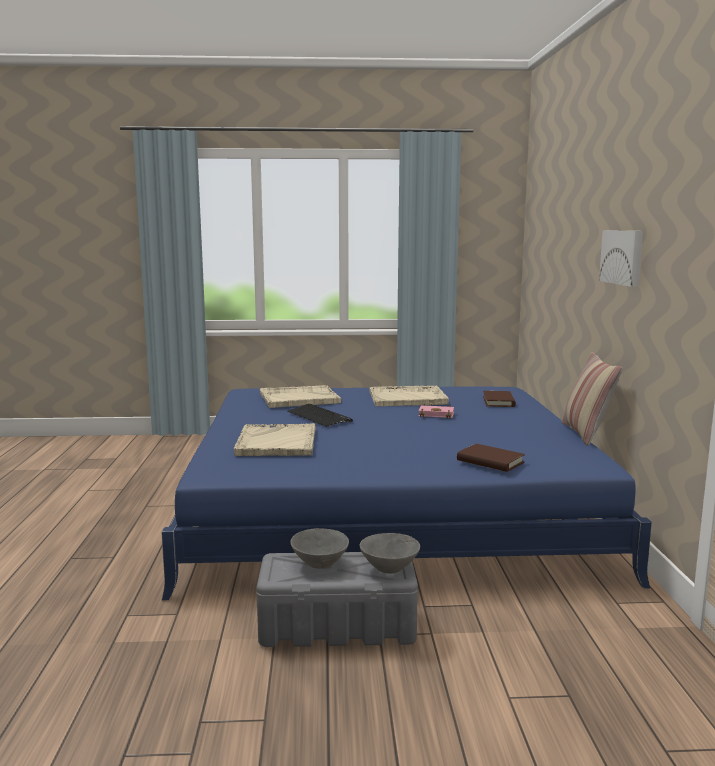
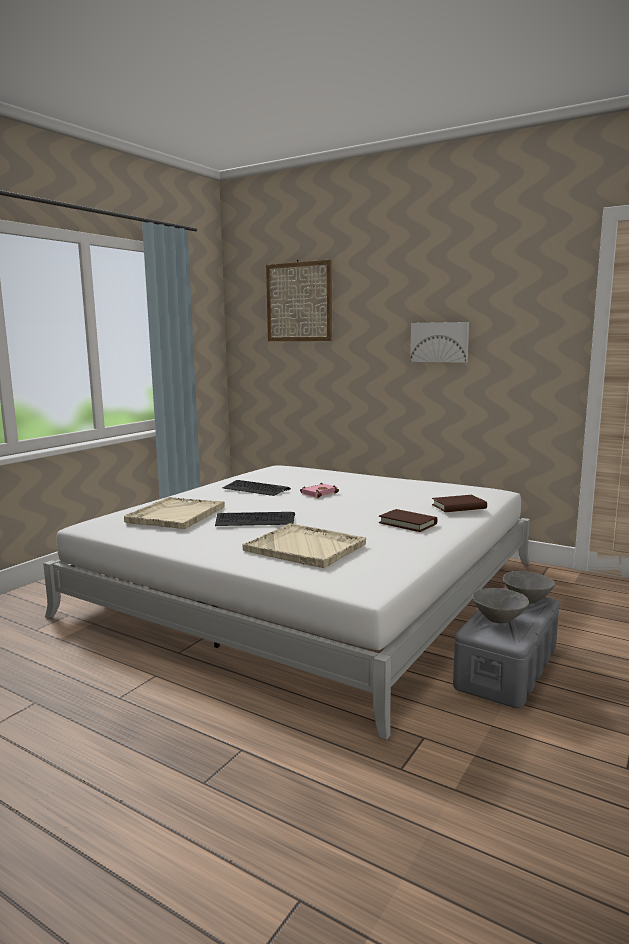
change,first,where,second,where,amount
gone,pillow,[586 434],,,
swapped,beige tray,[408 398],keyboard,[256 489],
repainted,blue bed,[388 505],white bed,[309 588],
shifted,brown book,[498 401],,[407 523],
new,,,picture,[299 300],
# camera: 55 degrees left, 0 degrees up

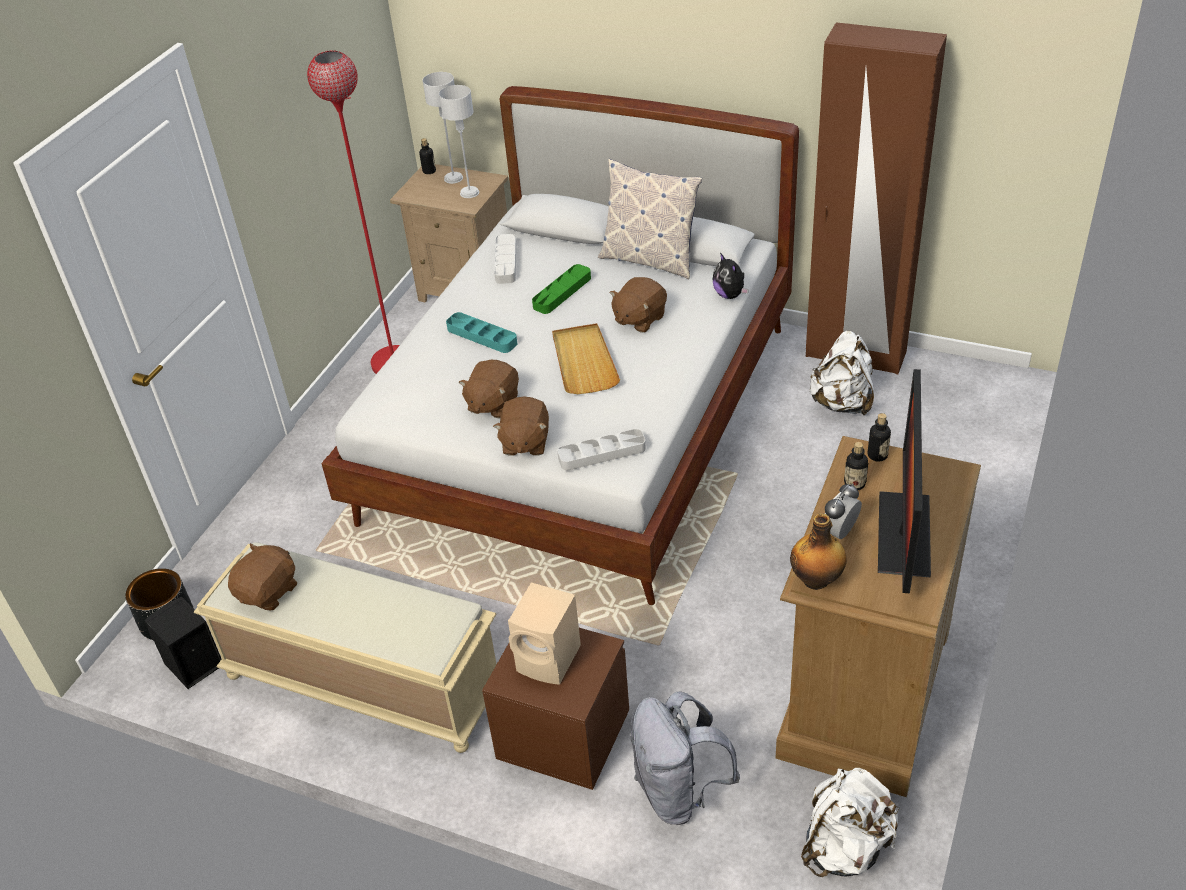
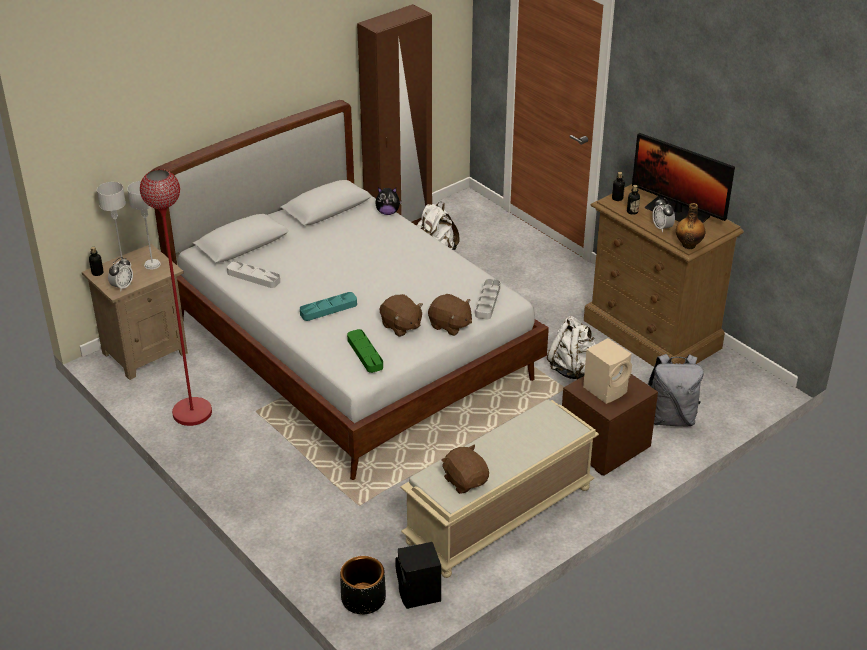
change,first,where,second,where,amount
gone,pillow,[650 260],,,
shifted,green tray,[562 292],,[365 353],
gone,brown plush toy,[639 319],,,
gone,beige tray,[584 361],,,
shifted,white backpack,[845 848],,[573 369],
new,,,alarm clock,[122 286],
# camera: 65 degrees left, 5 degrees down

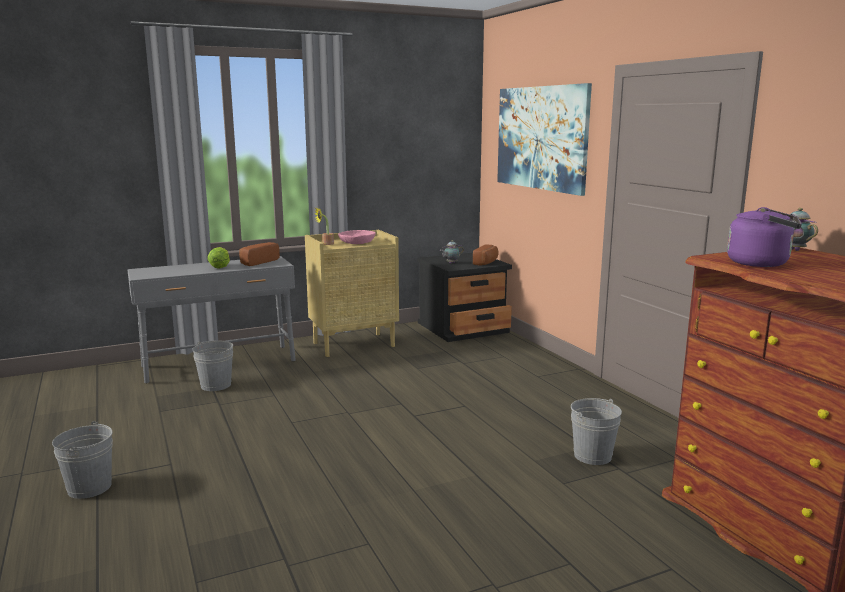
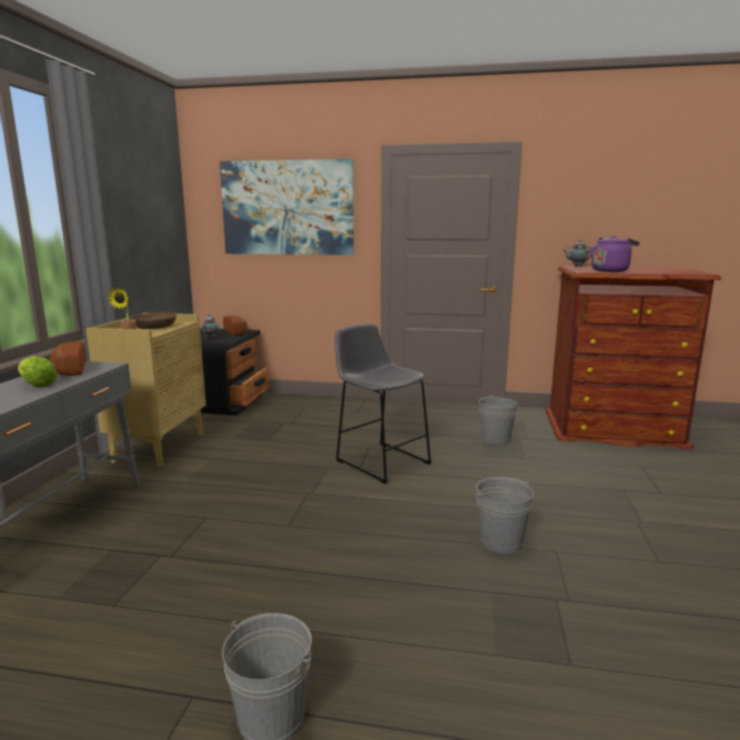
change,first,where,second,where,amount
repainted,pink bowl,[357 242],brown bowl,[153 327],
shifted,grey bucket,[216 385],,[501 541],
new,,,grey stool,[380 460],
# camera: 55 degrees left, 0 degrees up

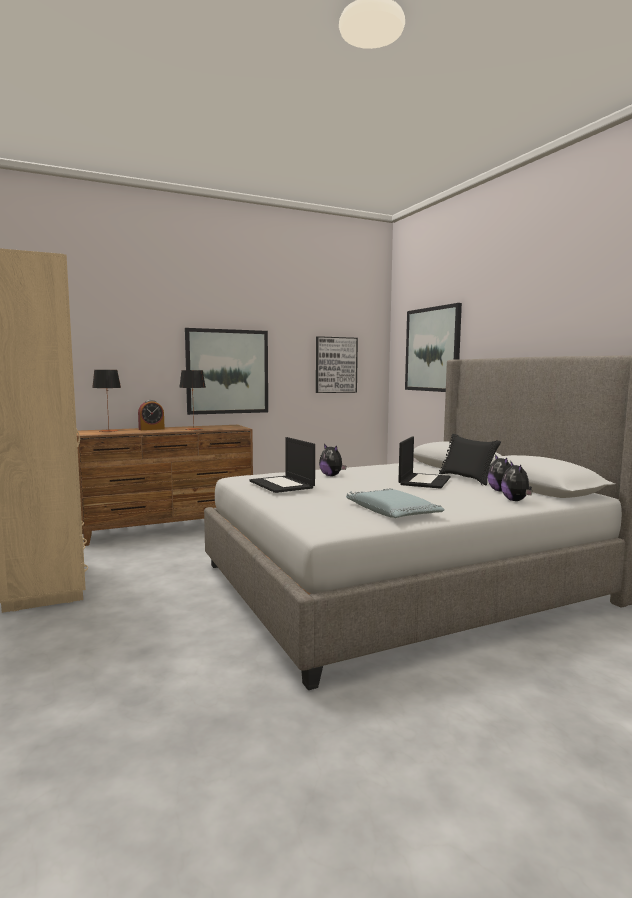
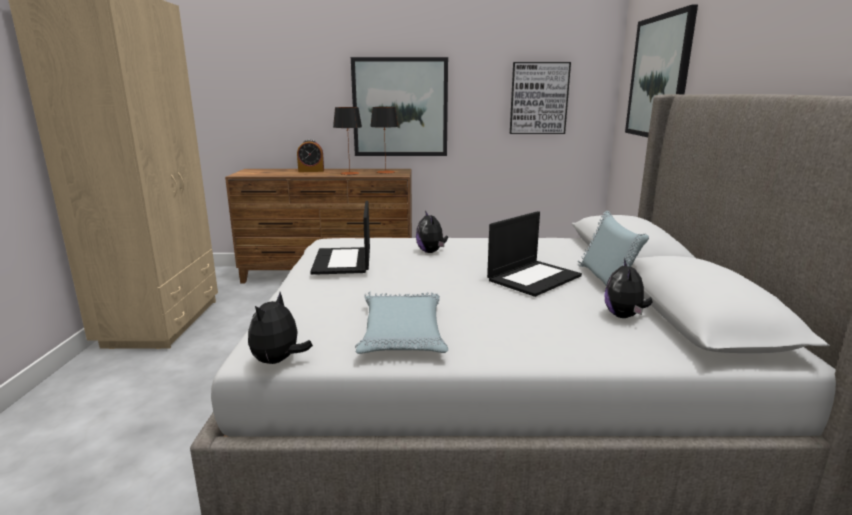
change,first,where,second,where,amount
shifted,table lamp,[108 431],,[385 172],
repainted,black pillow,[467 479],blue pillow,[606 281],
shifted,plush toy,[516 500],,[278 361],
# camera: 25 degrees right, 10 degrees up

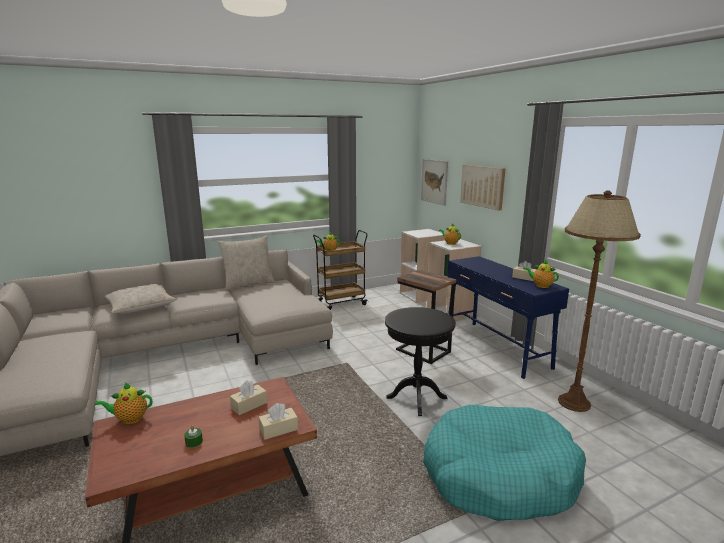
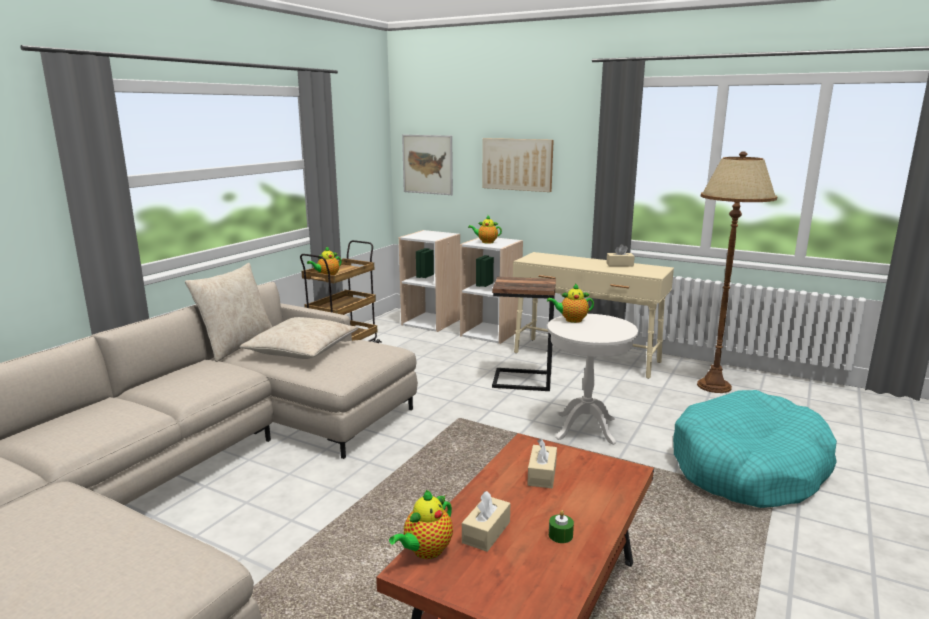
change,first,where,second,where,amount
repainted,blue console table,[495 348],beige console table,[586 358],
shifted,teapot,[540 285],,[571 320],
shifted,beige pillow,[140 306],,[301 349],
repainted,black side table,[416 398],white side table,[585 428],
shifted,beige tissue box,[278 429],,[486 532],
# camera: 35 degrees left, 0 degrees up

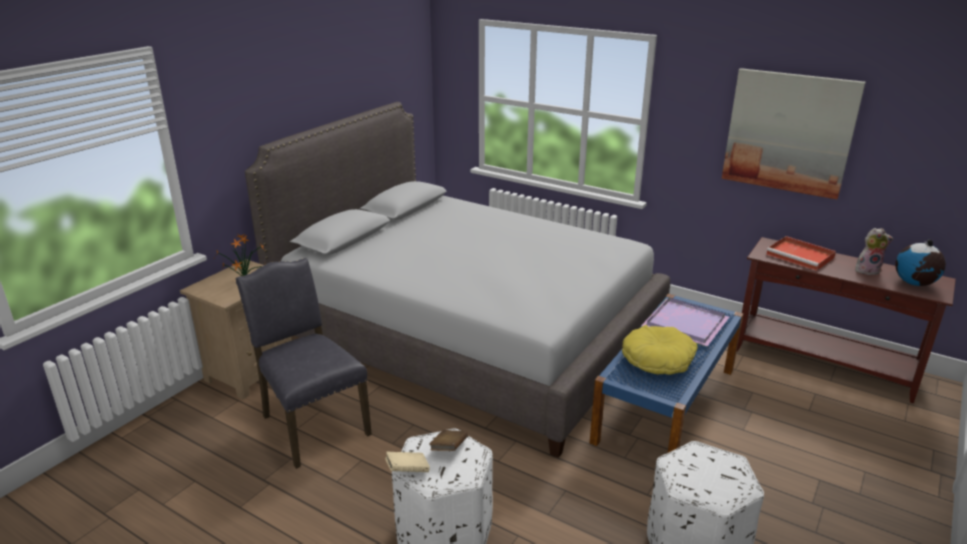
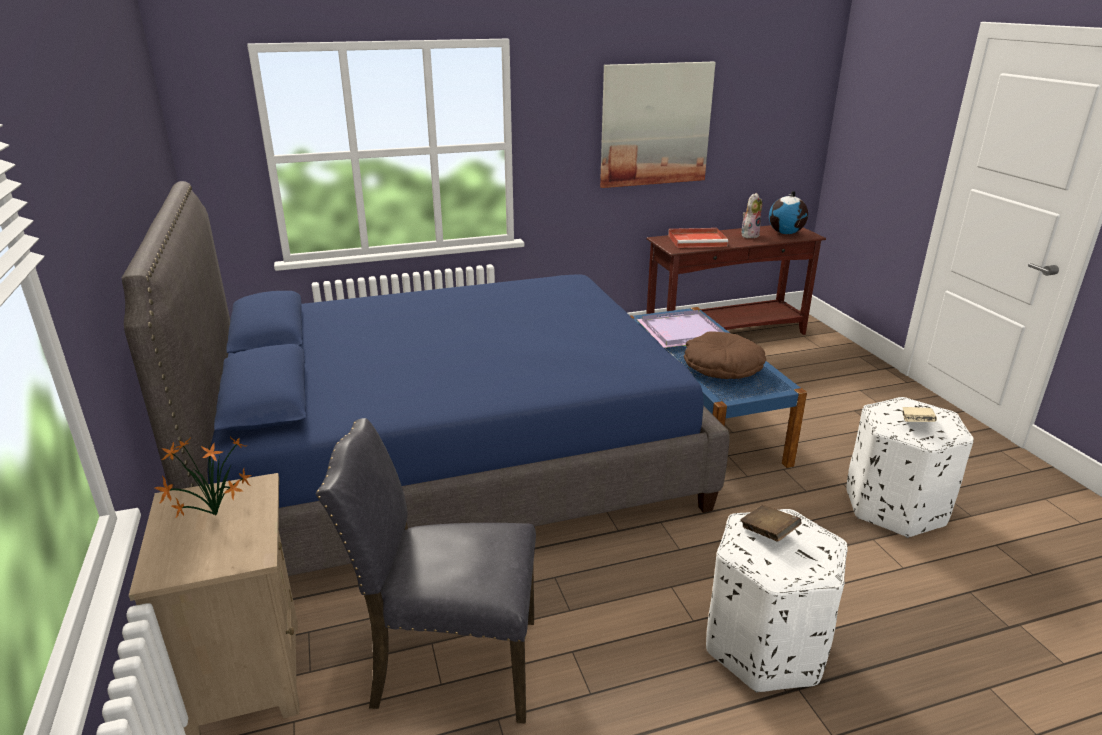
change,first,where,second,where,amount
repainted,grey bed,[468 336],blue bed,[449 462],
repainted,yellow pillow,[656 359],brown pillow,[721 367],
shifted,beige book,[407 470],,[916 424],
# camera: 50 degrees left, 0 degrees up

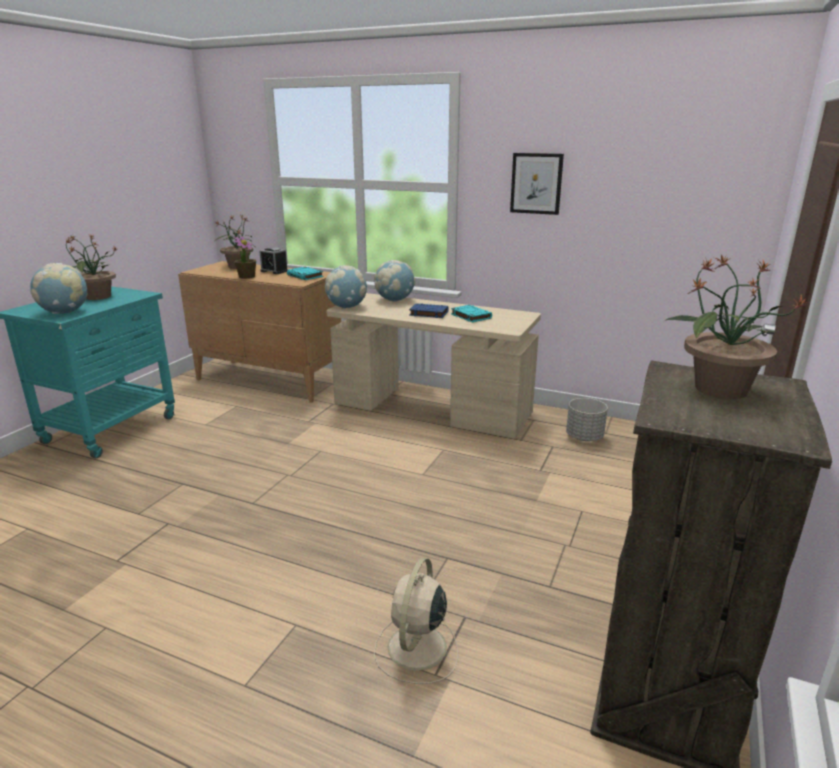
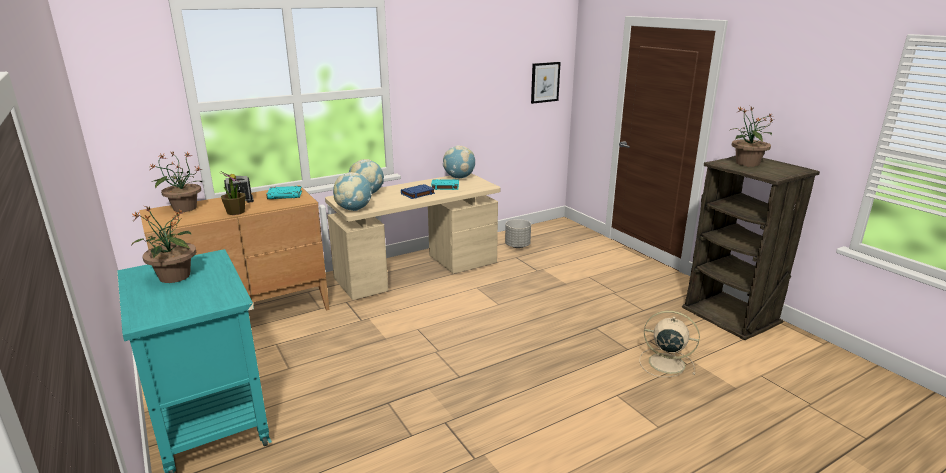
change,first,where,second,where,amount
shifted,picture,[536 183],,[545 82],
shifted,globe,[64 313],,[459 177],
rotated,beige fan,[416 649],,[665 363],150 degrees clockwise
# camera: 55 degrees left, 0 degrees up

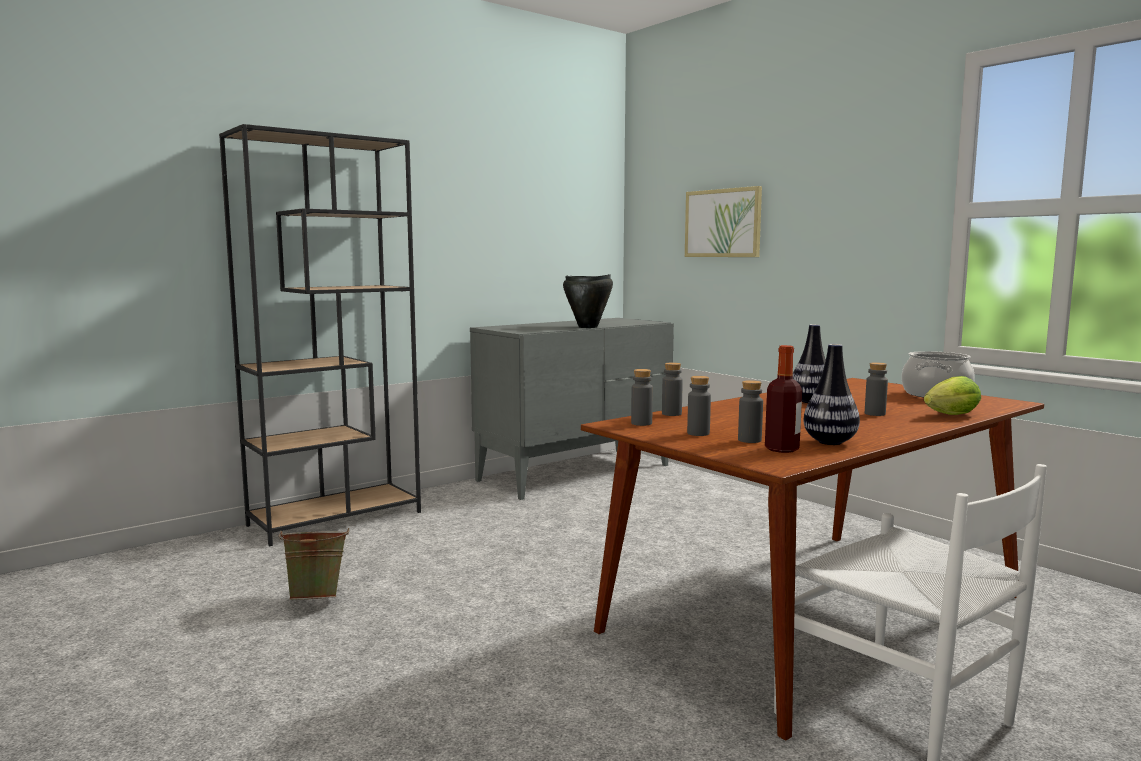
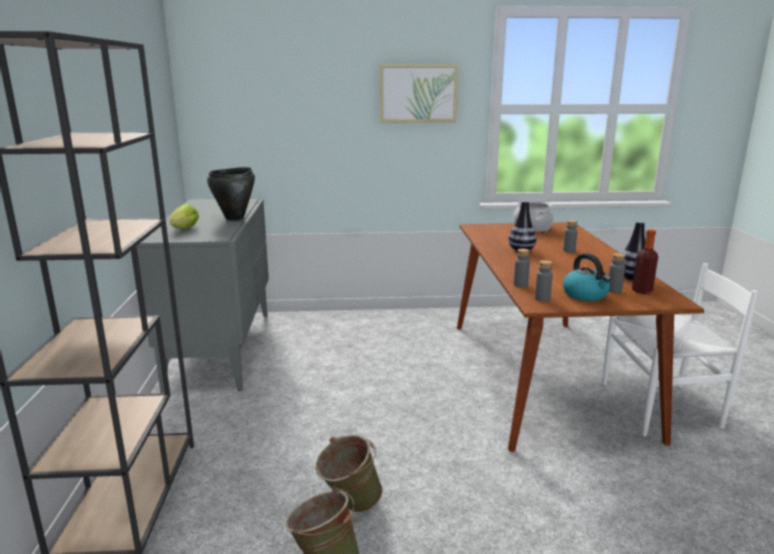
change,first,where,second,where,amount
shifted,picture,[723 223],,[418 93],
swapped,grey bottle,[698 433],kettle,[585 295],
shifted,lettuce,[948 415],,[184 229],
new,,,green bucket,[349 505],
# camera: 55 degrees left, 10 degrees up

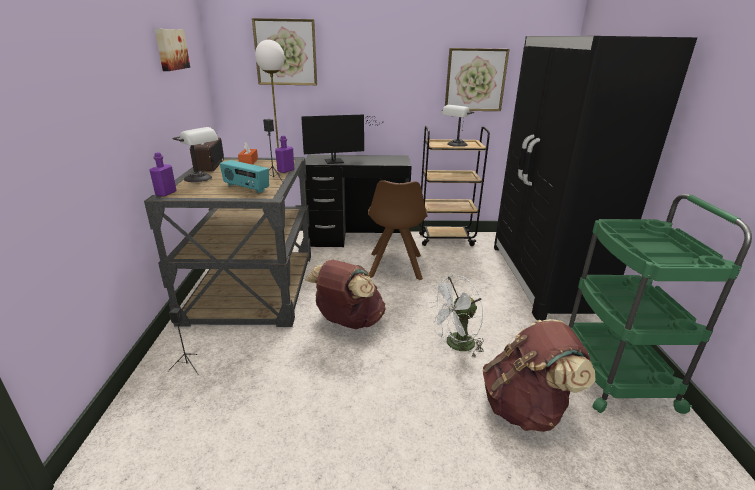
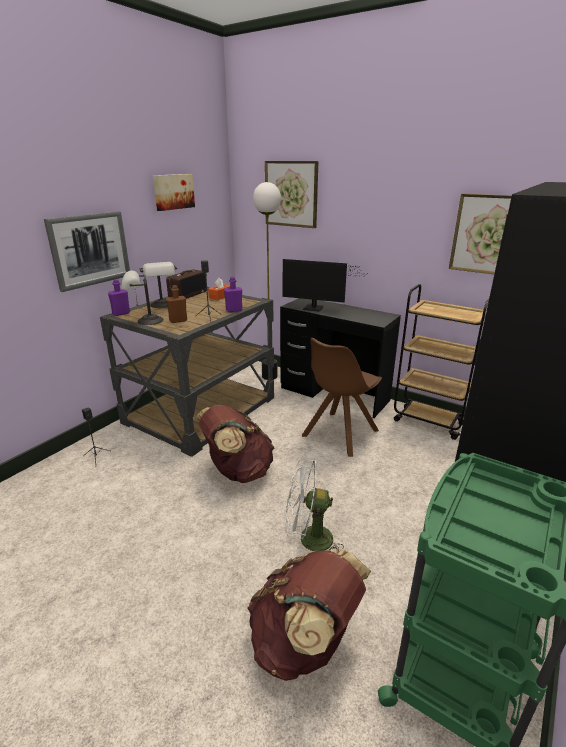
change,first,where,second,where,amount
shifted,table lamp,[455 145],,[144 321],
swapped,radio,[246 188],brown bottle,[178 320],
new,,,picture,[90 249],
# camera: 35 degrees right, 0 degrees up

